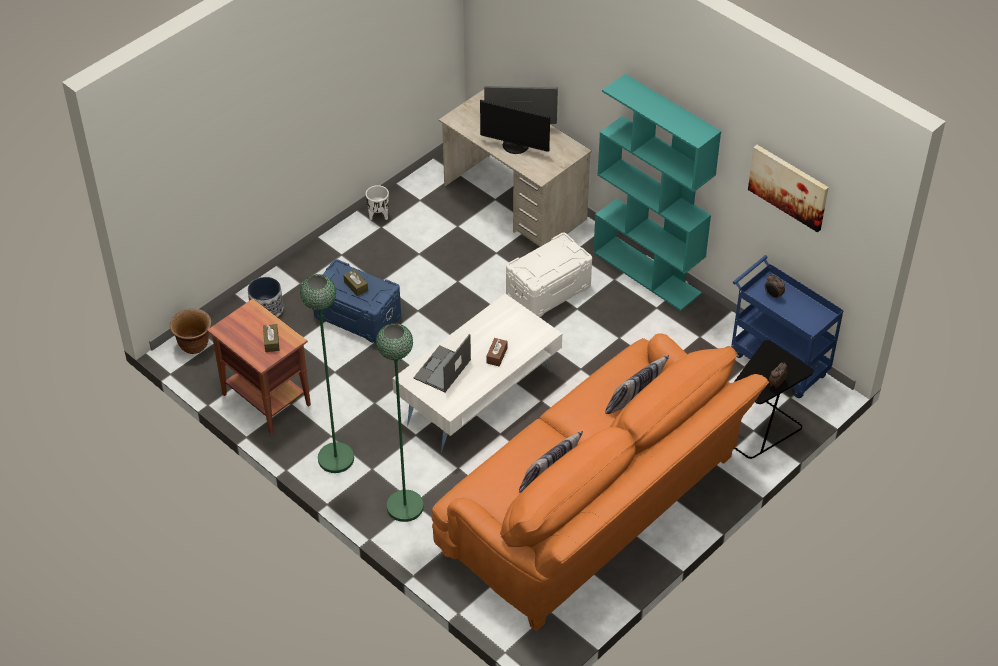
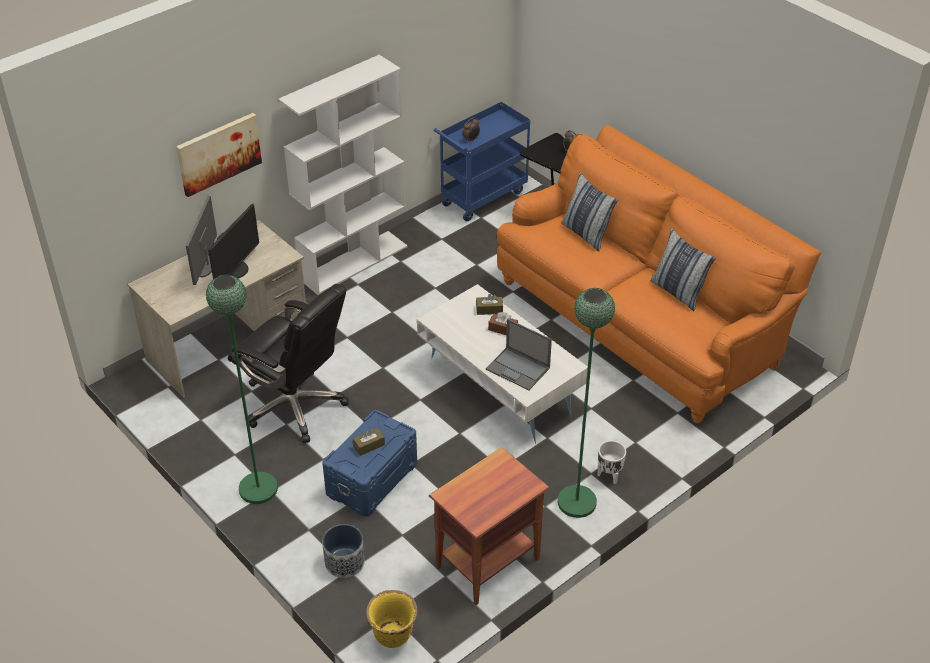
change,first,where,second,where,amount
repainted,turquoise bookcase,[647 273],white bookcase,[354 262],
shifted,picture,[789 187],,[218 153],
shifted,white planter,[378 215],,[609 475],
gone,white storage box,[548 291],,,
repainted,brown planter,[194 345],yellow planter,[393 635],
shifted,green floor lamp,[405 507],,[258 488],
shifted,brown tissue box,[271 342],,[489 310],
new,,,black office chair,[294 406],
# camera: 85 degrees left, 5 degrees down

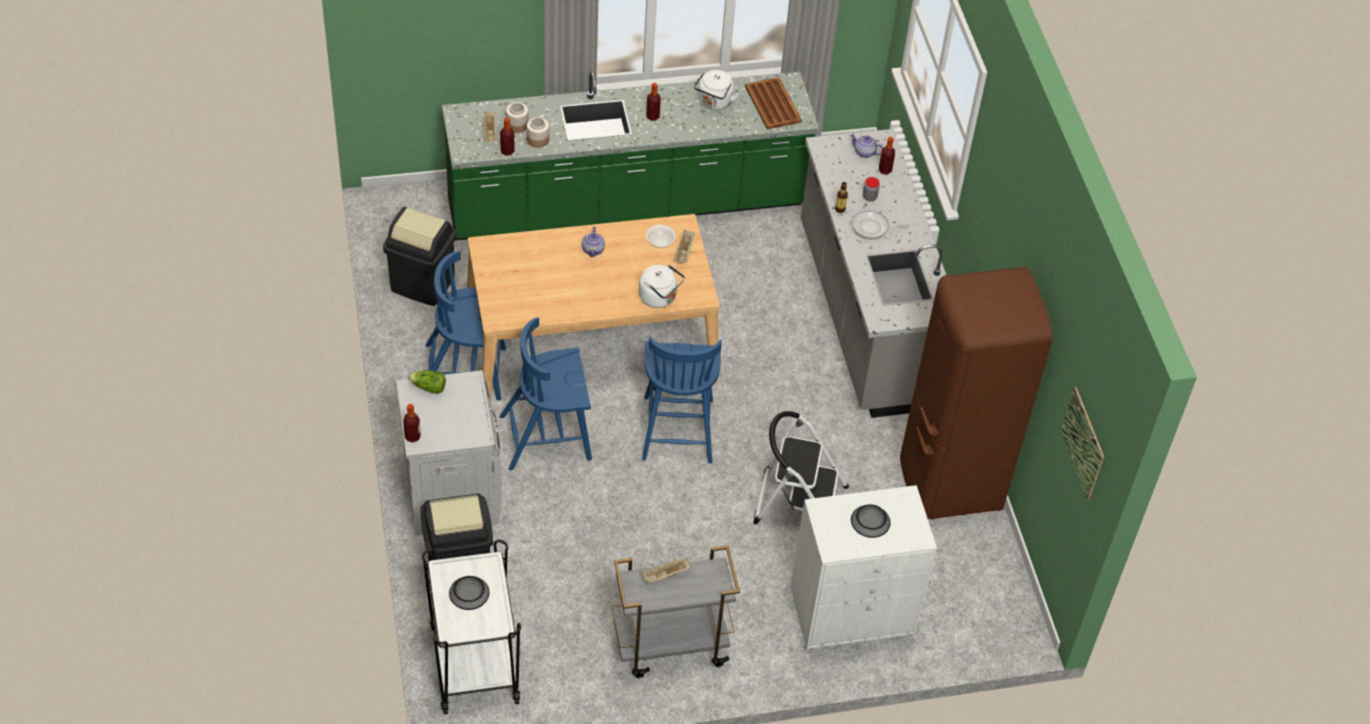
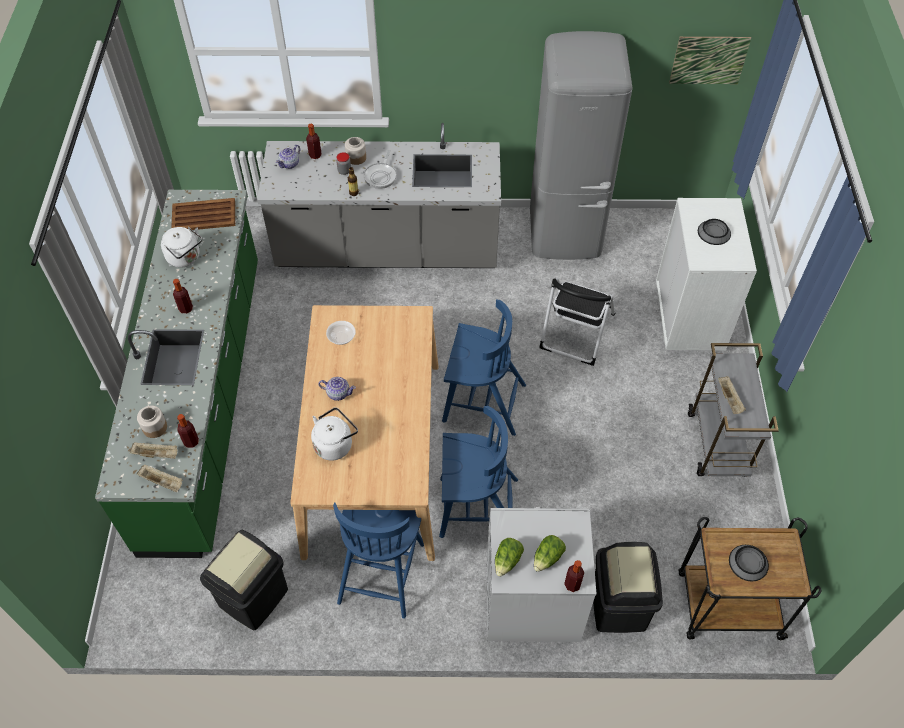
change,first,where,second,where,amount
shifted,jar,[537 140],,[356 158],
shifted,beige tray,[684 252],,[162 482],
shifted,white kettle,[660 298],,[335 444],
repainted,brown fridge,[947 482],grey fridge,[565 235],
rotated,blue chair,[548 437],,[476 507],90 degrees counterclockwise
repainted,white cart,[474 661],brown cart,[727 605],
new,,,lettuce,[548 558],
# camera: 75 degrees left, 5 degrees up

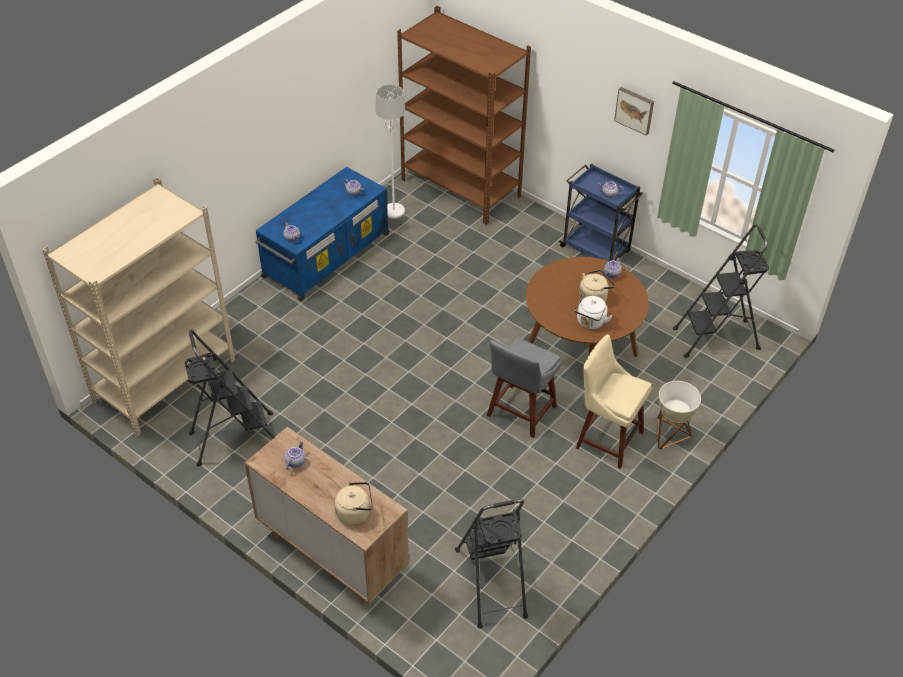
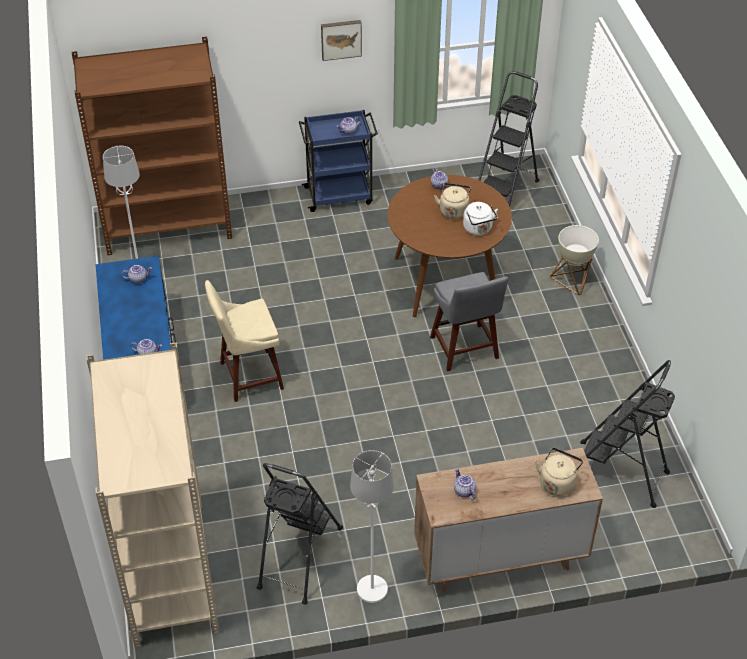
change,first,where,second,where,amount
shifted,beige chair,[606 438],,[247 376],
new,,,white floor lamp,[371 589],
# camera: 50 degrees left, 0 degrees up

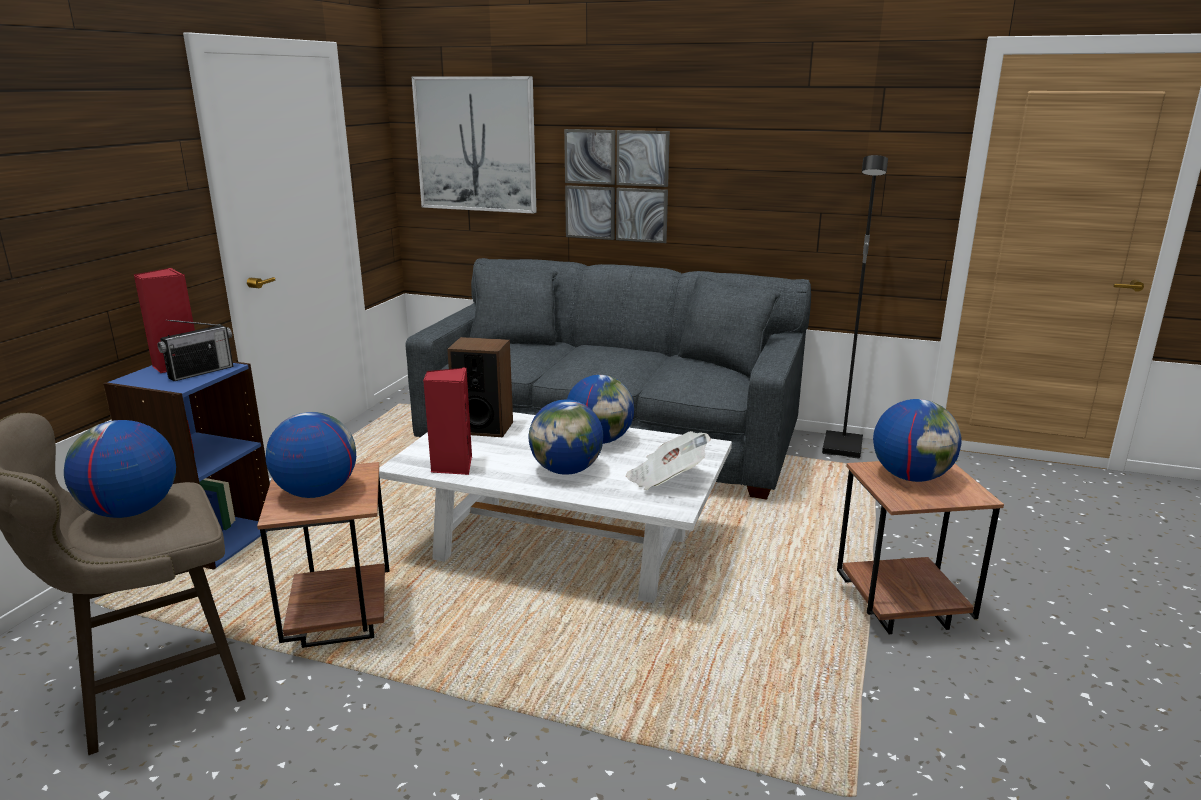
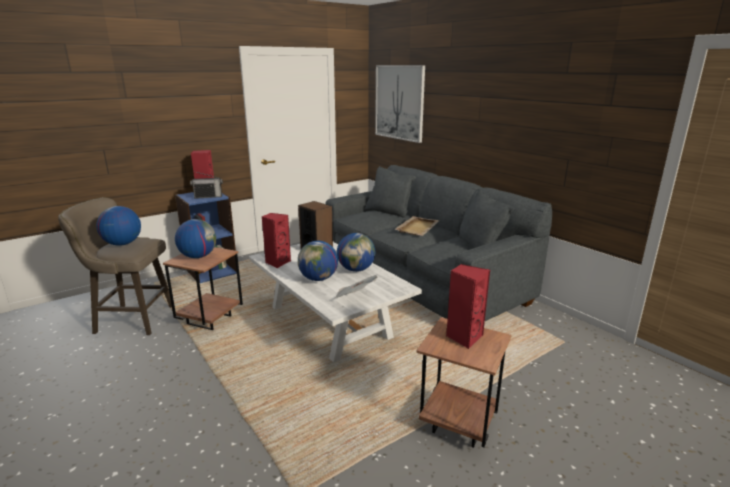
change,first,where,second,where,amount
gone,picture,[616 185],,,
gone,black floor lamp,[843 447],,,
swapped,globe,[911 477],red speaker,[463 337],
new,,,beige tray,[417 227],
# camera: 35 degrees right, 0 degrees up

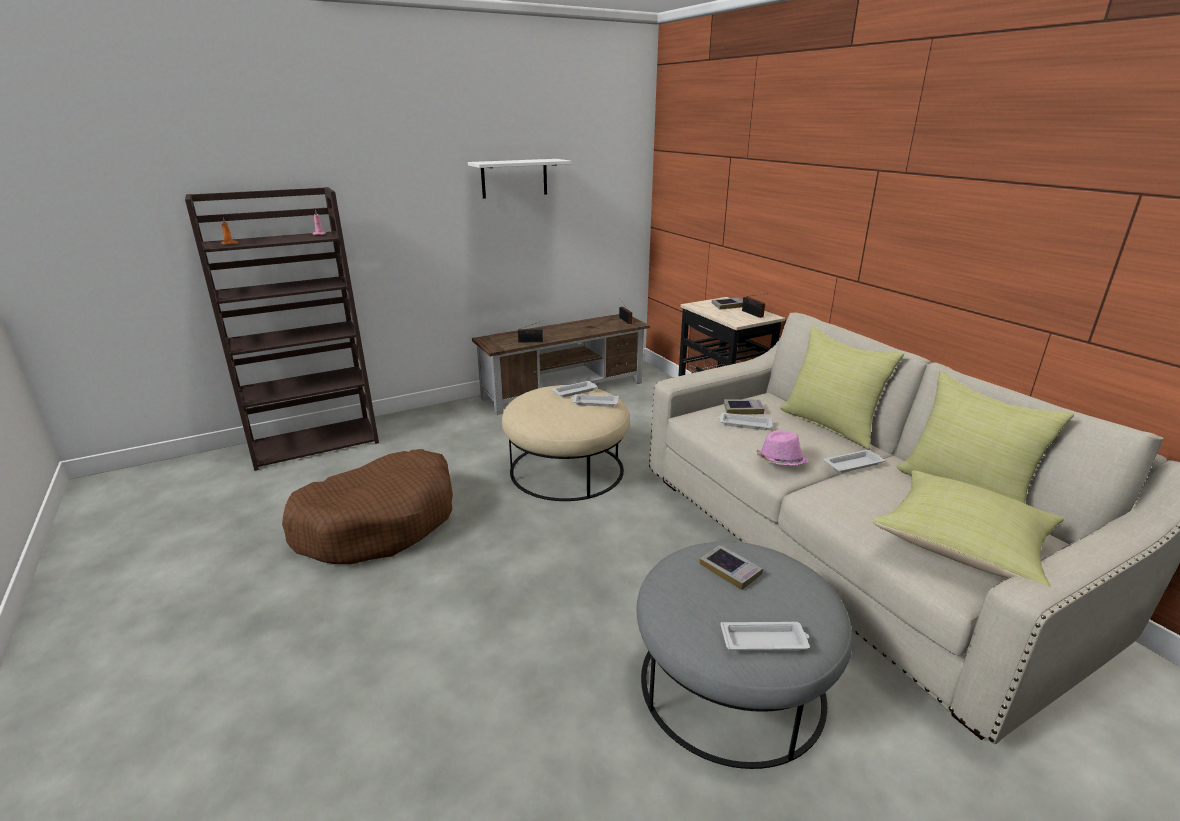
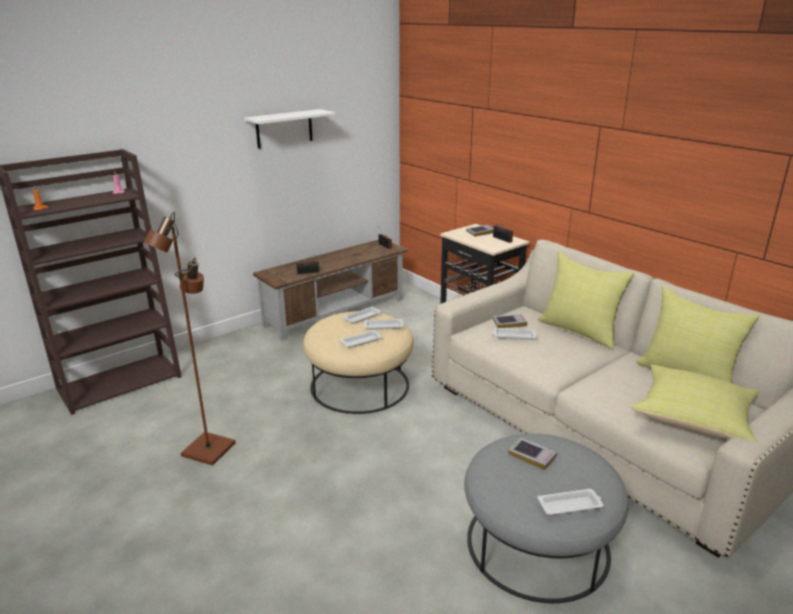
change,first,where,second,where,amount
gone,pink hat,[780 462],,,
swapped,brown dog bed,[379 522],brown floor lamp,[209 449],
shifted,white tray,[854 464],,[362 341],
# camera: 10 degrees left, 0 degrees up

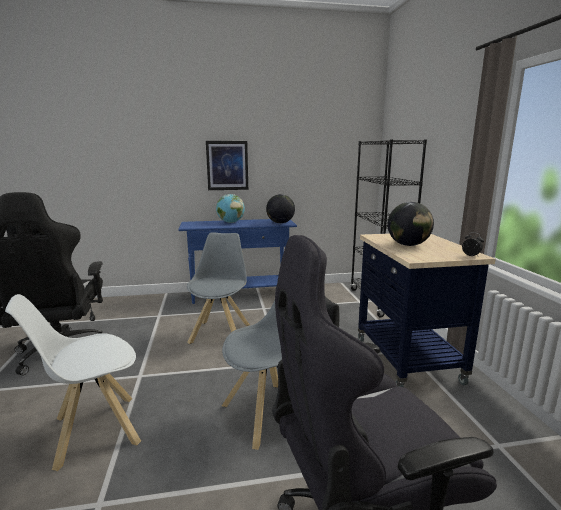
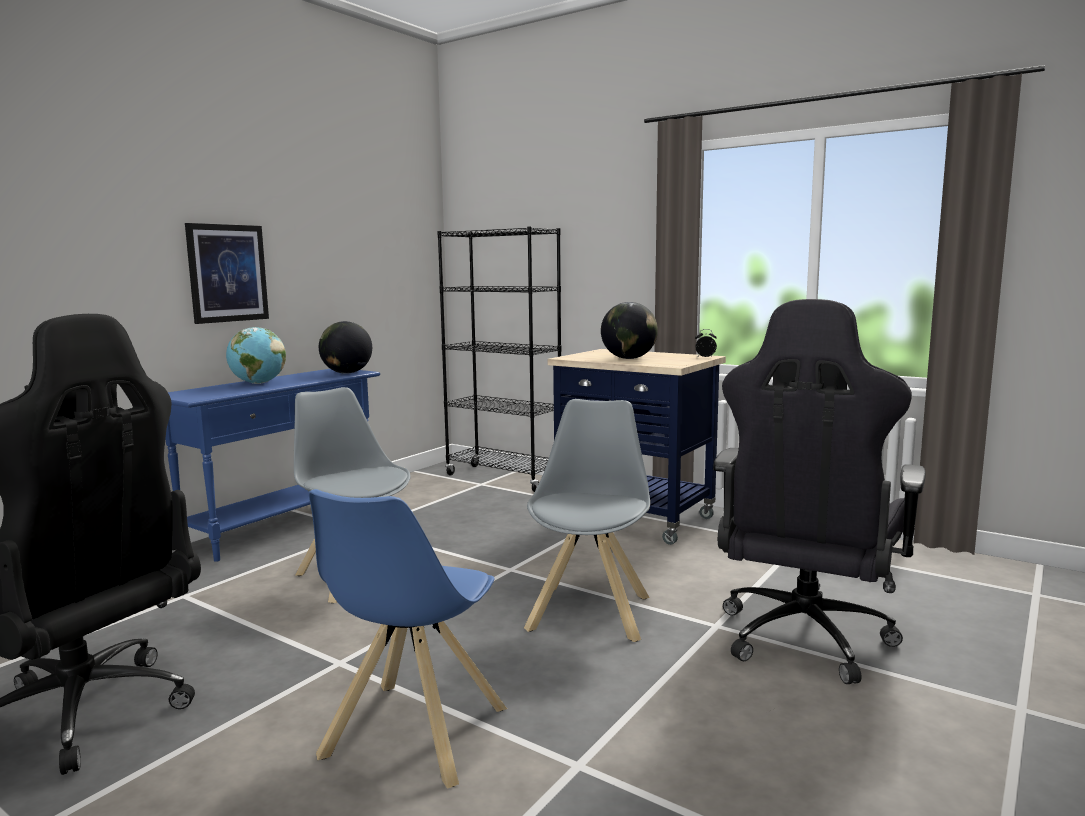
change,first,where,second,where,amount
repainted,white chair,[93 431],blue chair,[412 735],
# camera: 45 degrees left, 5 degrees down

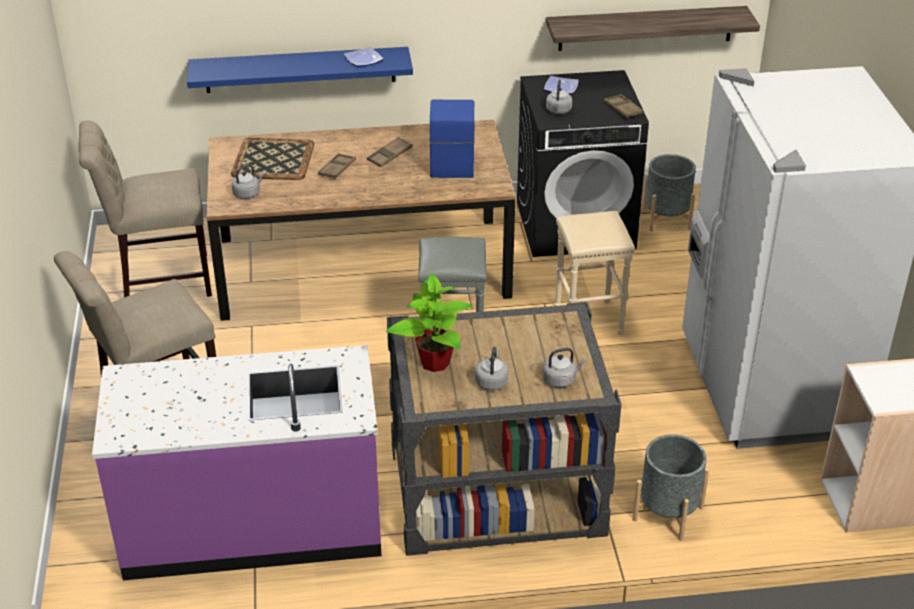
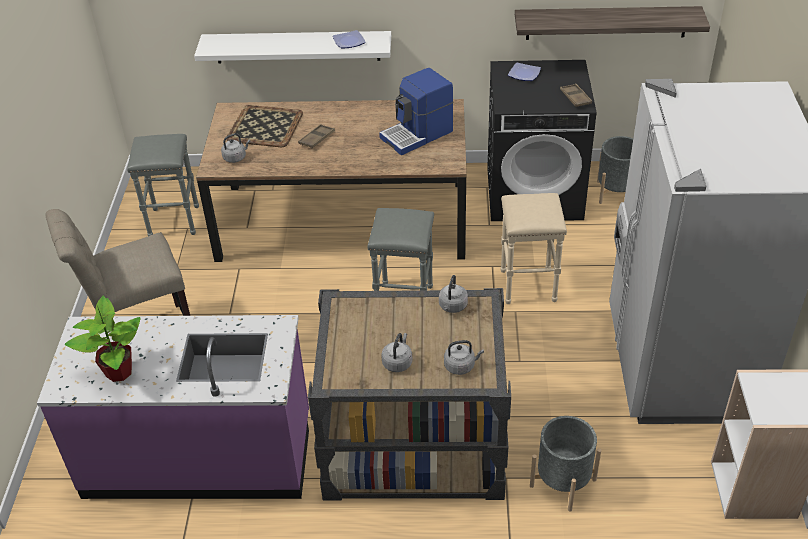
change,first,where,second,where,amount
repainted,blue shelf,[300 69],white shelf,[297 47],
shifted,grey kettle,[558 111],,[452 307],
rotated,coffee machine,[451 159],,[417 135],135 degrees counterclockwise
swapped,beige chair,[159 280],grey stool,[173 220],
gone,brown tray,[390 155],,,
shifted,potted plant,[434 362],,[119 371],
# camera: 10 degrees right, 5 degrees up

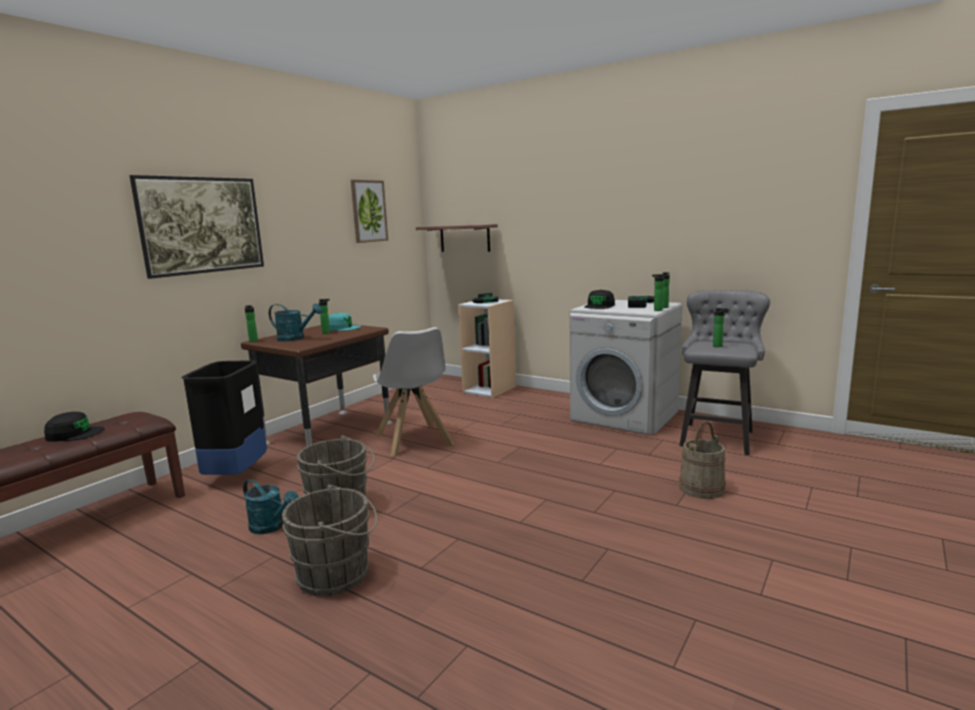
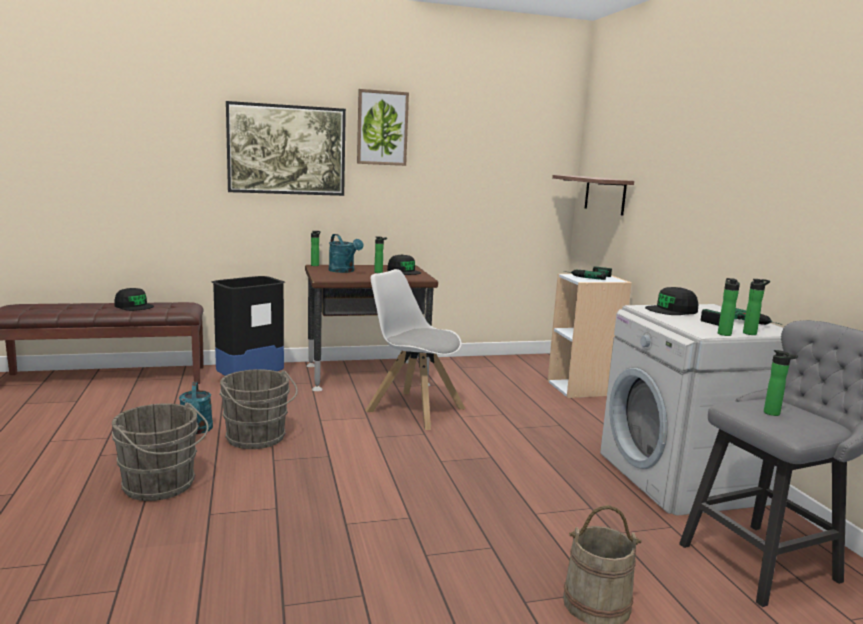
change,first,where,second,where,amount
shifted,picture,[368 211],,[382 128],
repainted,turquoise cap,[342 328],black cap,[404 271],
rotated,chair,[414 440],,[413 409],105 degrees clockwise
# camera: 40 degrees right, 0 degrees up

